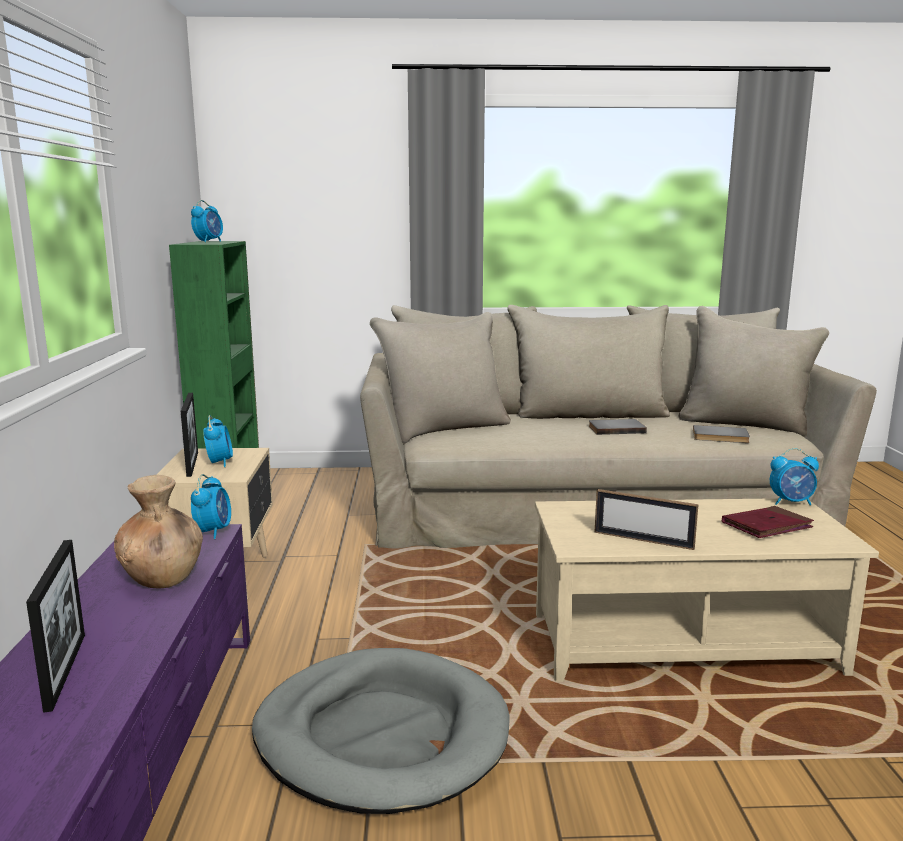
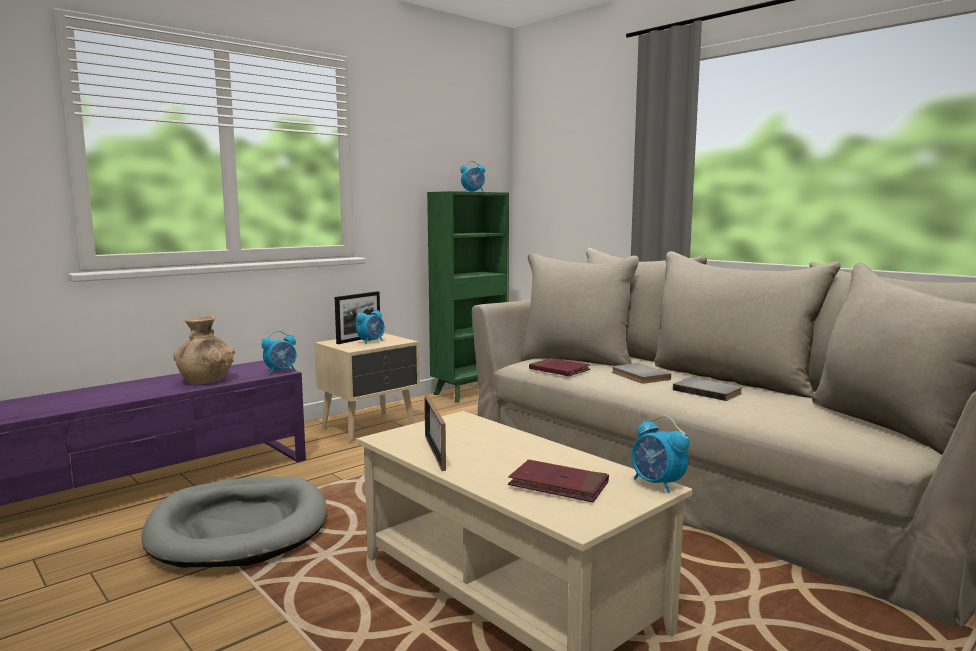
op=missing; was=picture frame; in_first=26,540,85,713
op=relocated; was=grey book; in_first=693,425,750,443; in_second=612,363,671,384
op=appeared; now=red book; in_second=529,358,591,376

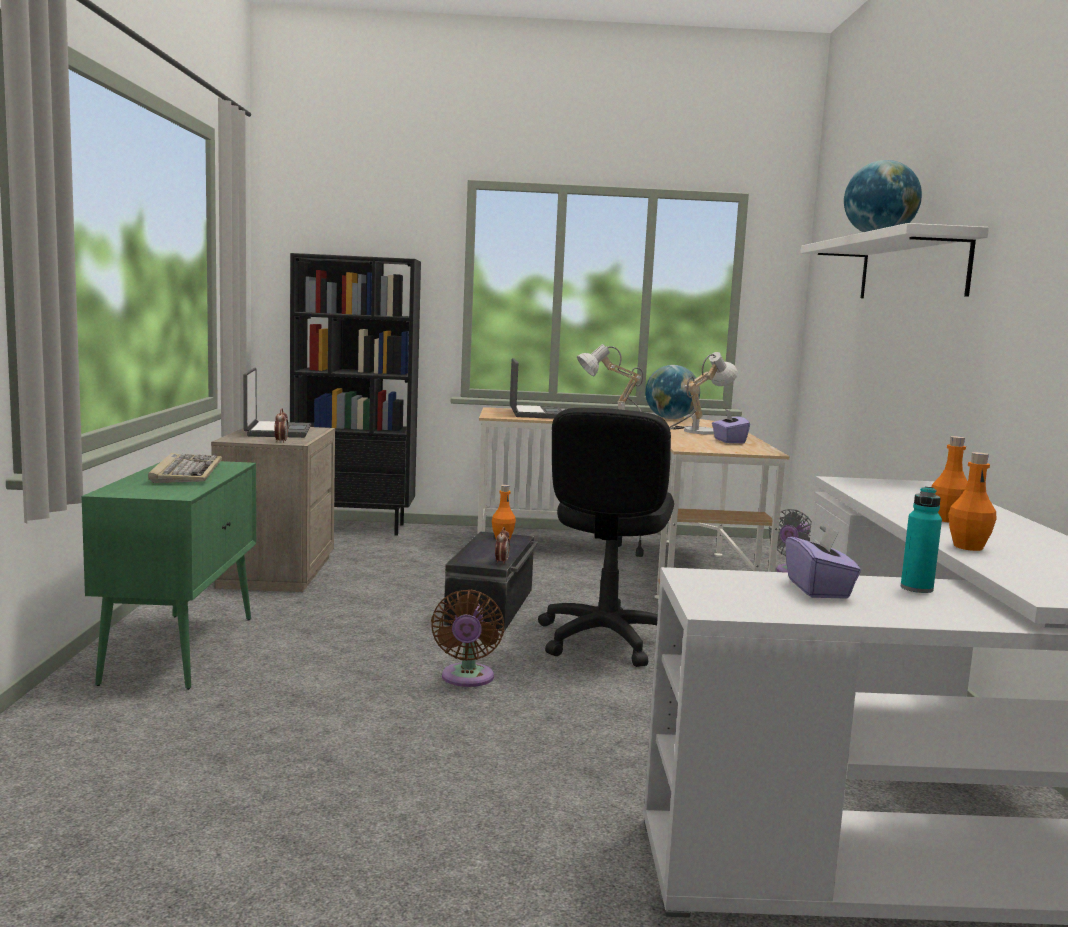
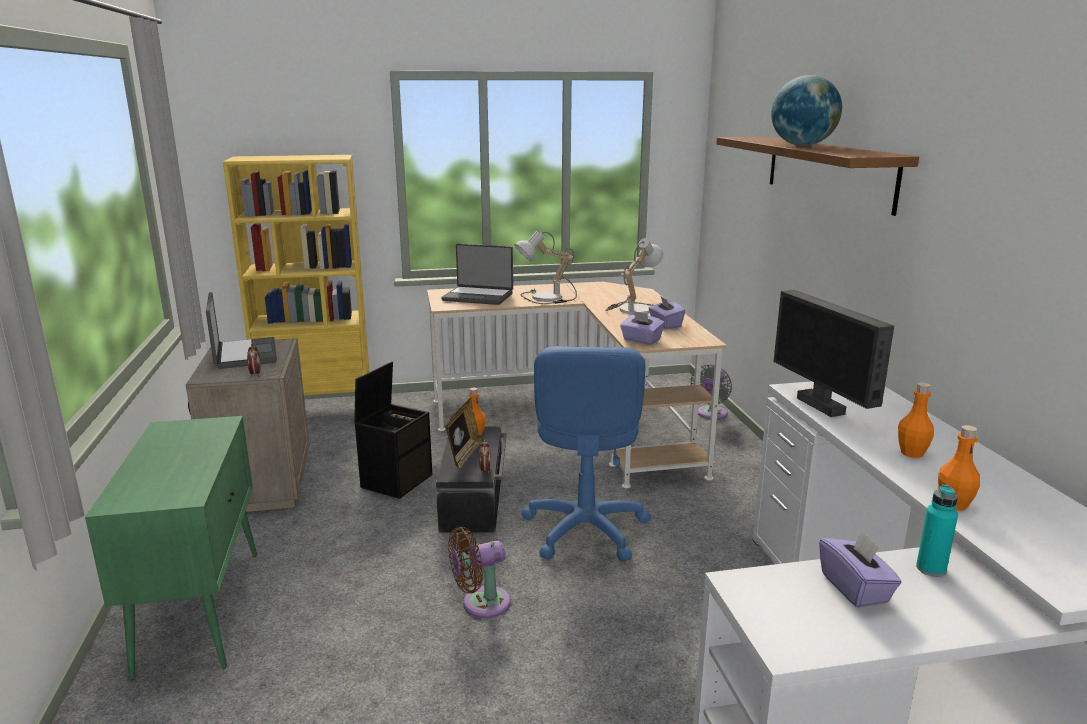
op=missing; was=keyboard; in_first=148,453,222,483
op=colour; was=black bookcase; now=yellow bookcase; in_first=290,253,421,536; in_second=223,155,369,395
op=spun; was=brown fan; in_first=431,590,504,687; in_second=448,527,511,618; clockwise=75
op=spun; was=laptop; in_first=510,358,562,419; in_second=441,244,513,305; clockwise=120
op=colour; was=black office chair; now=blue office chair; in_first=538,408,674,667; in_second=521,346,651,562
op=missing; was=globe; in_first=645,365,700,419
op=colour; was=white shelf; now=brown shelf; in_first=801,223,989,298; in_second=717,137,919,216
op=appeared; now=black storage box; in_second=354,361,432,499
op=appeared; now=picture frame; in_second=445,398,483,469
op=appeared; now=purple tissue box; in_second=620,311,665,345
op=appeared; now=monitor; in_second=774,290,894,417

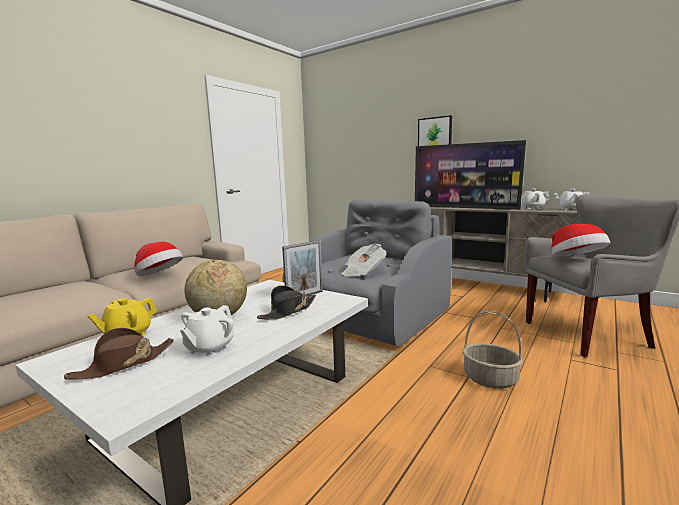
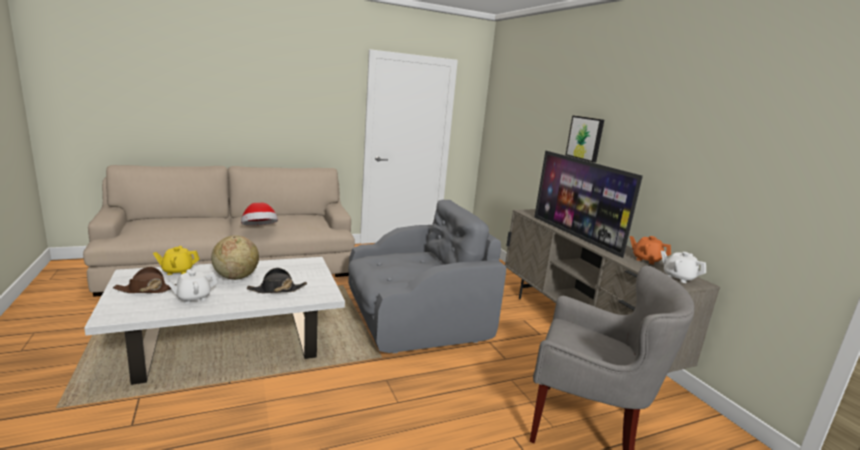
op=missing; was=picture frame; in_first=282,240,323,297
op=missing; was=newspaper; in_first=342,244,387,276
op=missing; was=basket; in_first=462,311,523,389
op=colour; was=white teapot; now=orange teapot; in_first=521,189,550,209; in_second=630,236,671,264
op=missing; was=hat; in_first=551,224,610,257

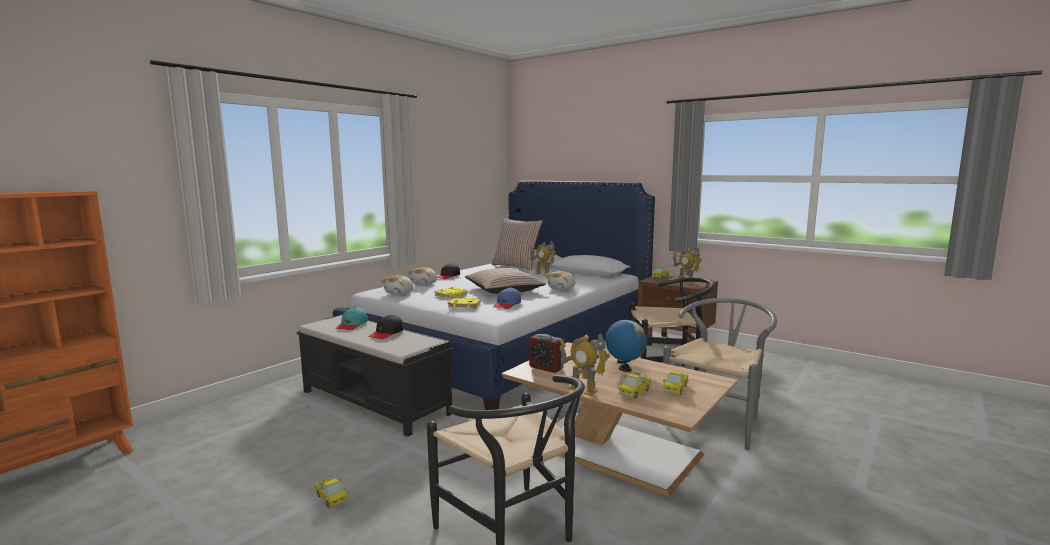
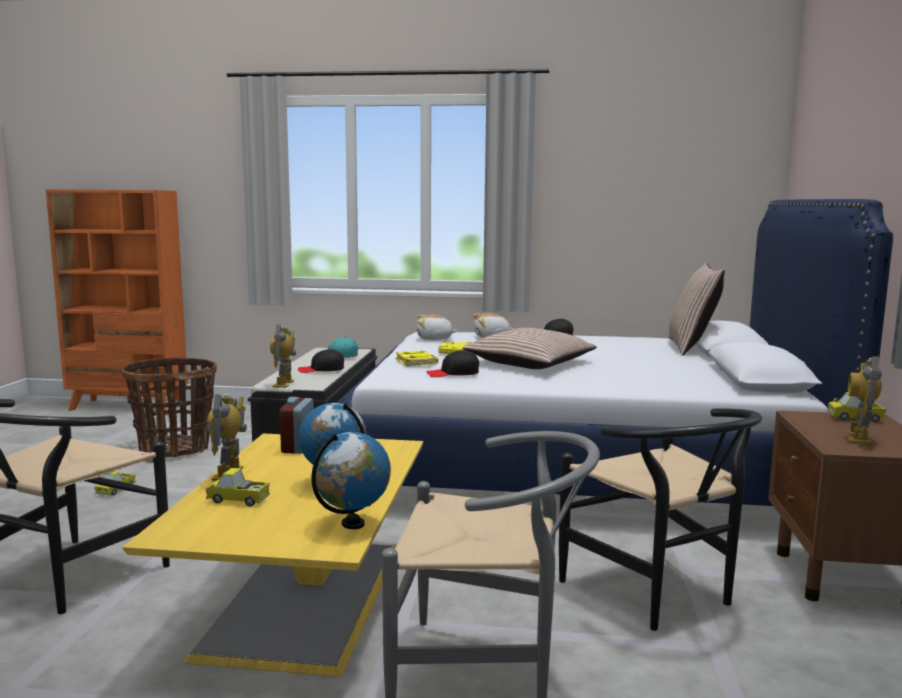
op=colour; was=blue cap; now=black cap; in_first=493,287,521,309; in_second=427,350,479,377
op=colour; was=brown coffee table; now=yellow coffee table; in_first=501,342,738,497; in_second=123,433,423,677
op=relocated; was=toy robot; in_first=530,241,556,275; in_second=270,324,296,388
op=missing; was=plush toy; in_first=545,271,575,290
op=missing; was=toy truck; in_first=663,370,688,395
op=appeared; now=basket; in_second=122,357,217,457
op=appeared; now=globe; in_second=311,432,391,529

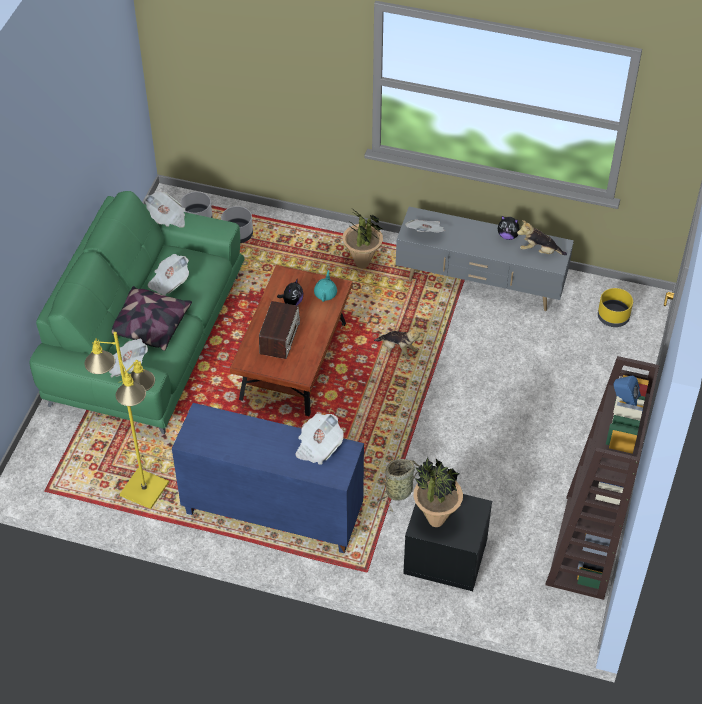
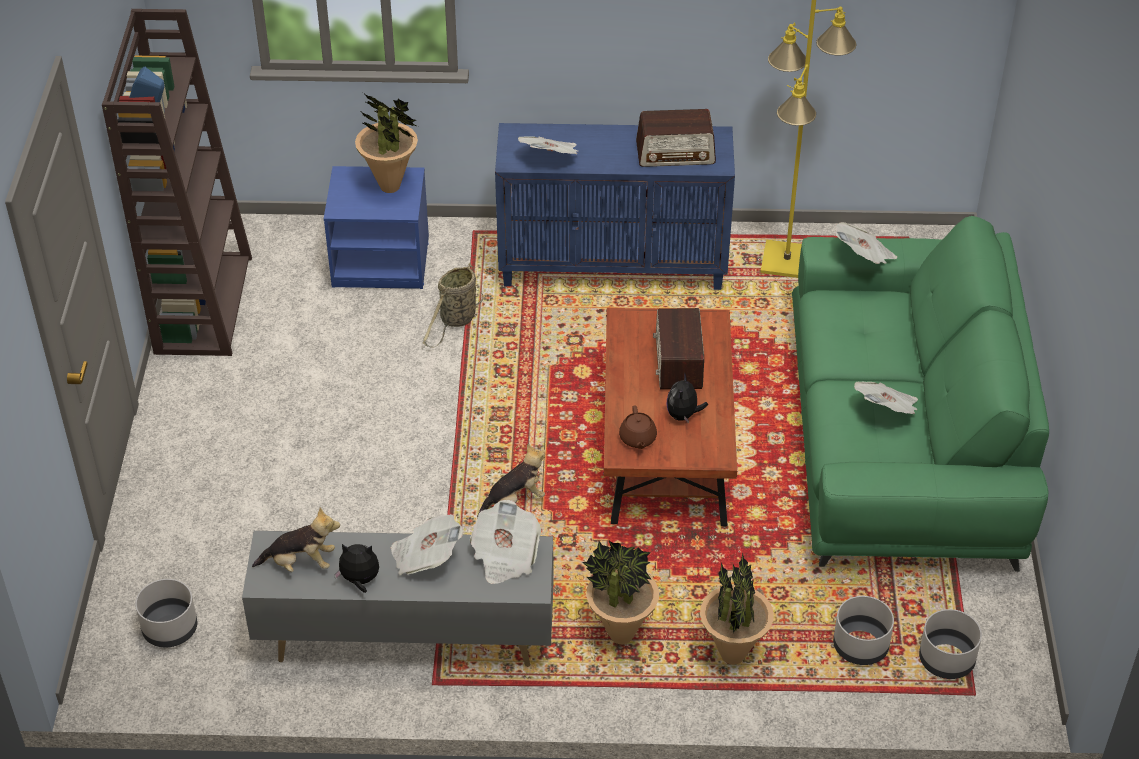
op=missing; was=pillow; in_first=112,286,192,351
op=relocated; was=newspaper; in_first=144,192,186,228; in_second=391,514,463,575
op=colour; was=turquoise teapot; now=brown teapot; in_first=314,270,337,302; in_second=619,405,657,449
op=spun; was=plush toy; in_first=374,326,423,359; in_second=477,444,545,518; clockwise=135
op=colour; was=black nightstand; now=blue nightstand; in_first=403,494,492,591; in_second=324,166,429,289
op=colour; was=yellow planter; now=grey planter; in_first=598,288,633,327; in_second=135,579,197,647
op=appeared; now=radio; in_second=636,109,716,167
op=appeared; now=potted plant; in_second=700,553,774,665

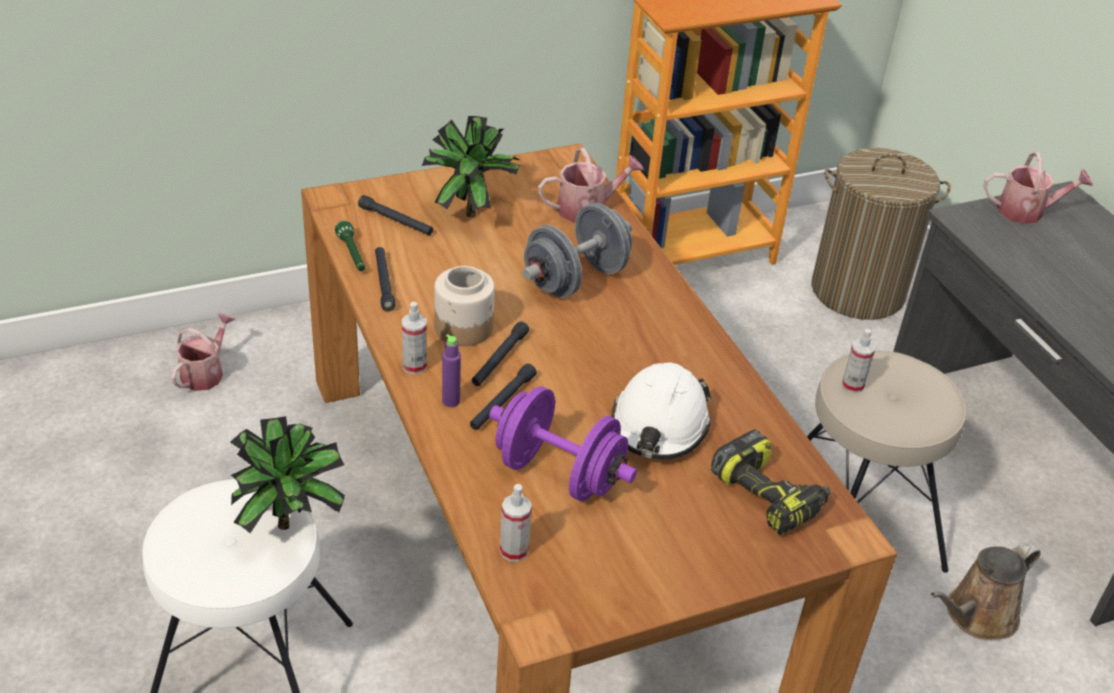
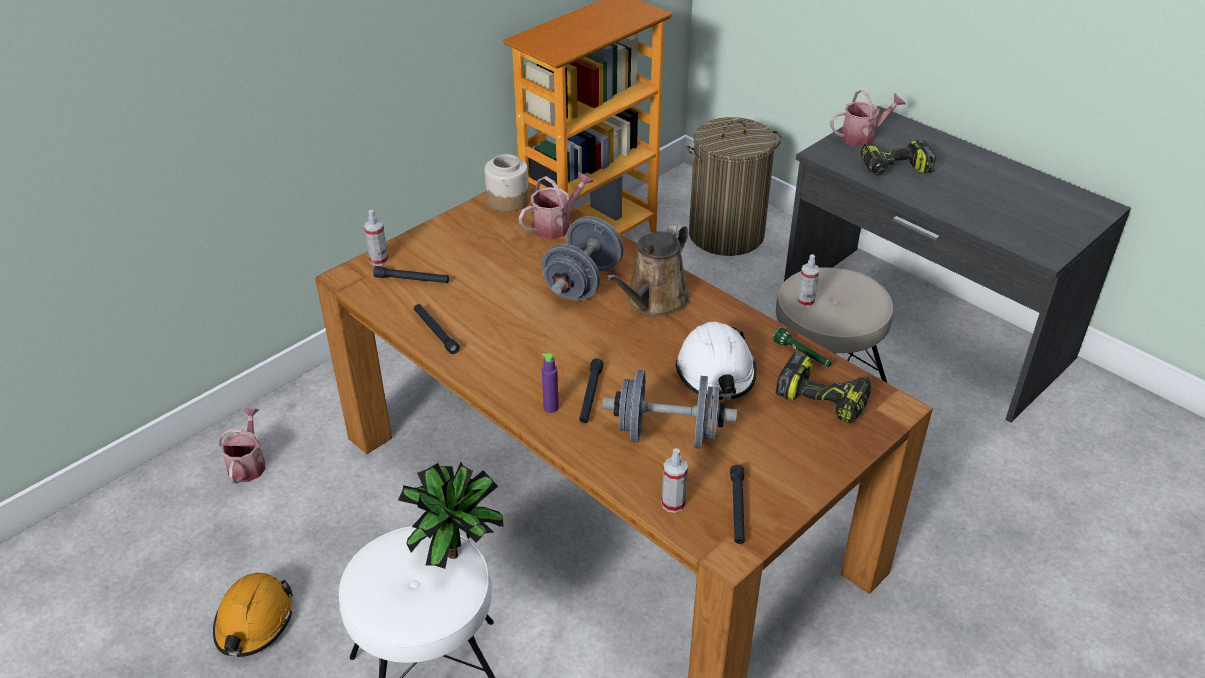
op=relocated; was=green flashlight; in_first=335,220,365,271; in_second=772,327,832,367
op=relocated; was=spray bottle; in_first=402,302,427,375; in_second=364,210,389,266
op=missing; was=potted plant; in_first=422,116,521,217
op=relocated; was=jar; in_first=434,266,495,346; in_second=485,154,529,212
op=relocated; was=black flashlight; in_first=472,321,529,386; in_second=730,465,745,544
op=colour; was=purple dumbbell; now=grey dumbbell; in_first=489,386,637,501; in_second=602,370,737,449
op=relocated; was=brown watering can; in_first=931,542,1041,640; in_second=605,223,690,317
op=appeared; now=orange hard hat; in_second=213,573,293,657
op=appeared; now=power drill; in_second=861,140,936,175

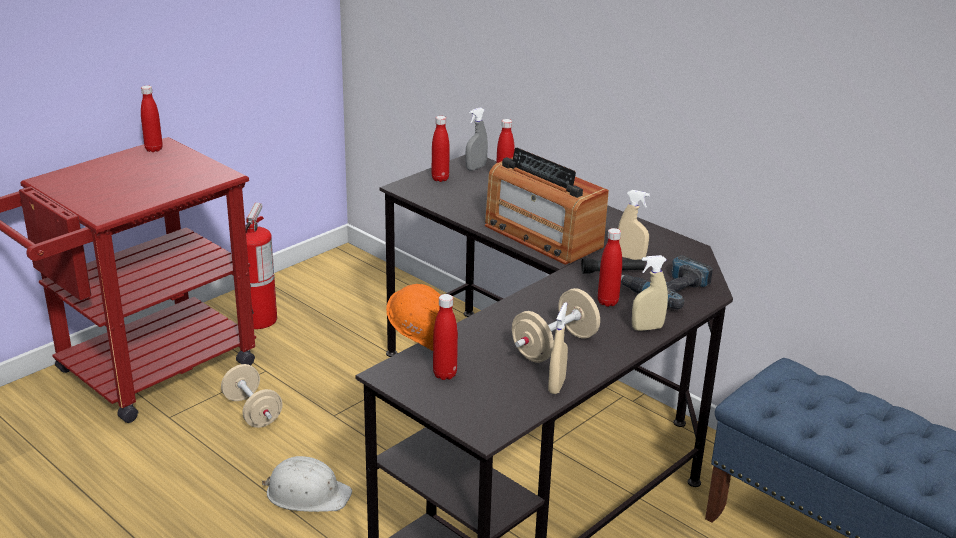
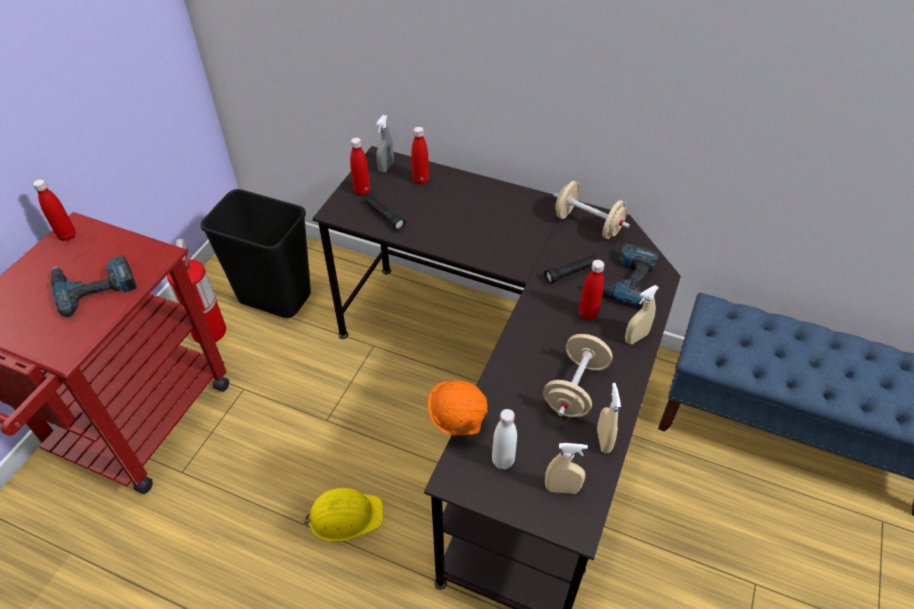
op=relocated; was=beige dumbbell; in_first=221,364,283,428; in_second=553,181,630,239
op=colour; was=white hard hat; now=yellow hard hat; in_first=262,456,352,512; in_second=303,488,384,542
op=colour; was=red bottle; now=white bottle; in_first=433,294,458,380; in_second=492,409,517,470
op=missing; was=radio; in_first=485,148,609,265
op=relocated; was=beige spray bottle; in_first=618,190,650,260; in_second=545,443,588,494
op=appeared; now=power drill; in_second=51,255,137,317
op=appeared; now=black trash can; in_second=200,189,311,318
op=appeared; now=black flashlight; in_second=365,195,405,231

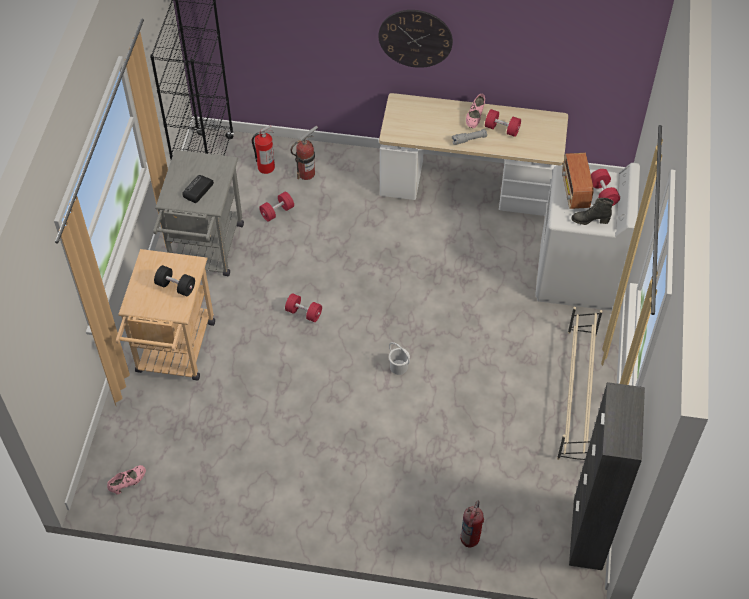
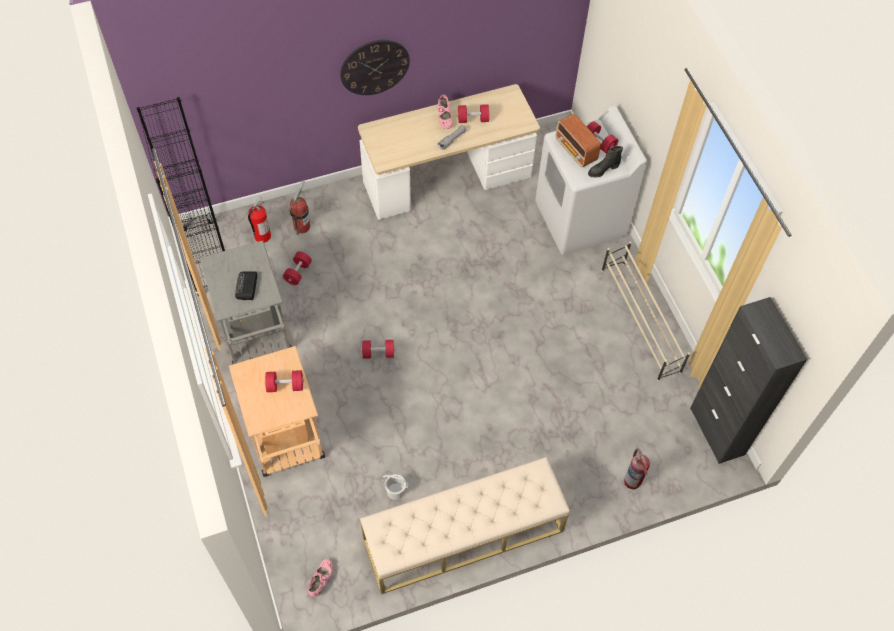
op=colour; was=black dumbbell; now=red dumbbell; in_first=154,265,195,296; in_second=265,370,304,392
op=relocated; was=white bucket; in_first=389,342,410,375; in_second=382,474,409,500
op=appeared; now=beige bench; in_second=360,457,570,594

